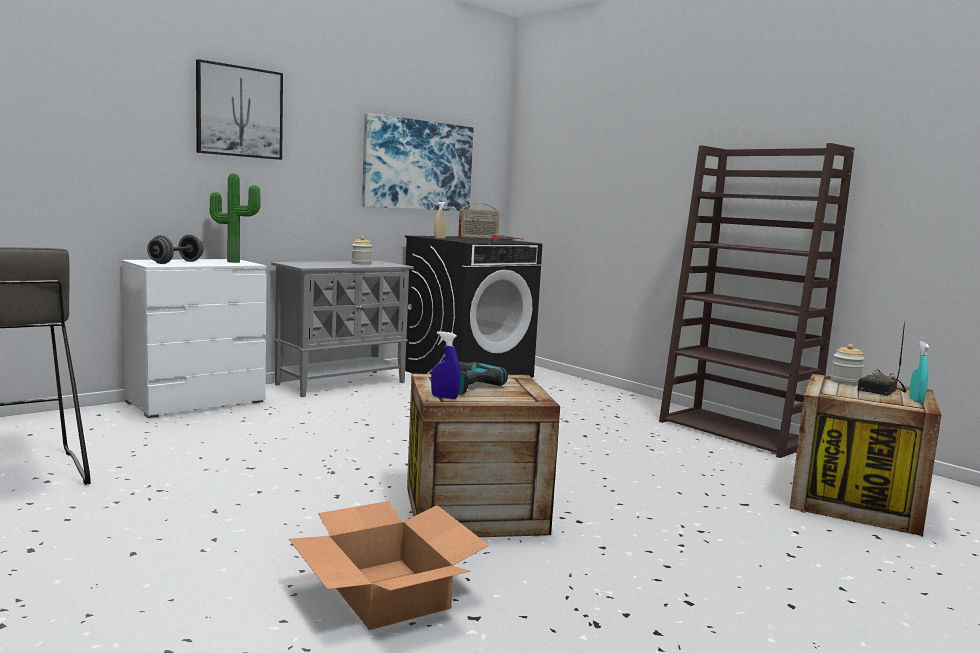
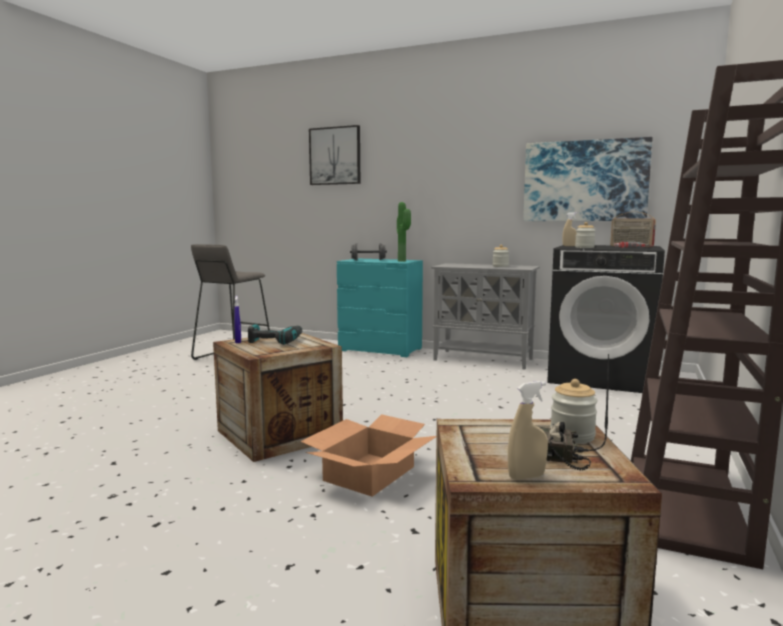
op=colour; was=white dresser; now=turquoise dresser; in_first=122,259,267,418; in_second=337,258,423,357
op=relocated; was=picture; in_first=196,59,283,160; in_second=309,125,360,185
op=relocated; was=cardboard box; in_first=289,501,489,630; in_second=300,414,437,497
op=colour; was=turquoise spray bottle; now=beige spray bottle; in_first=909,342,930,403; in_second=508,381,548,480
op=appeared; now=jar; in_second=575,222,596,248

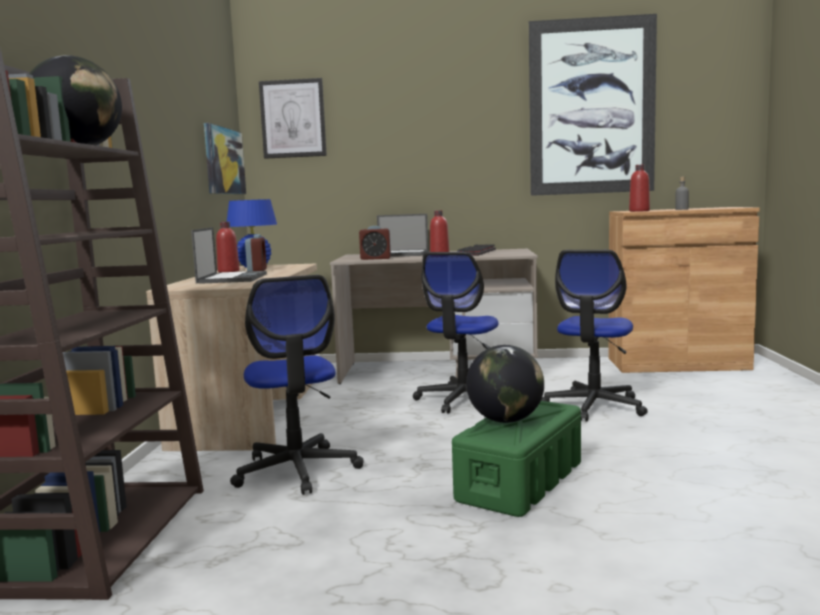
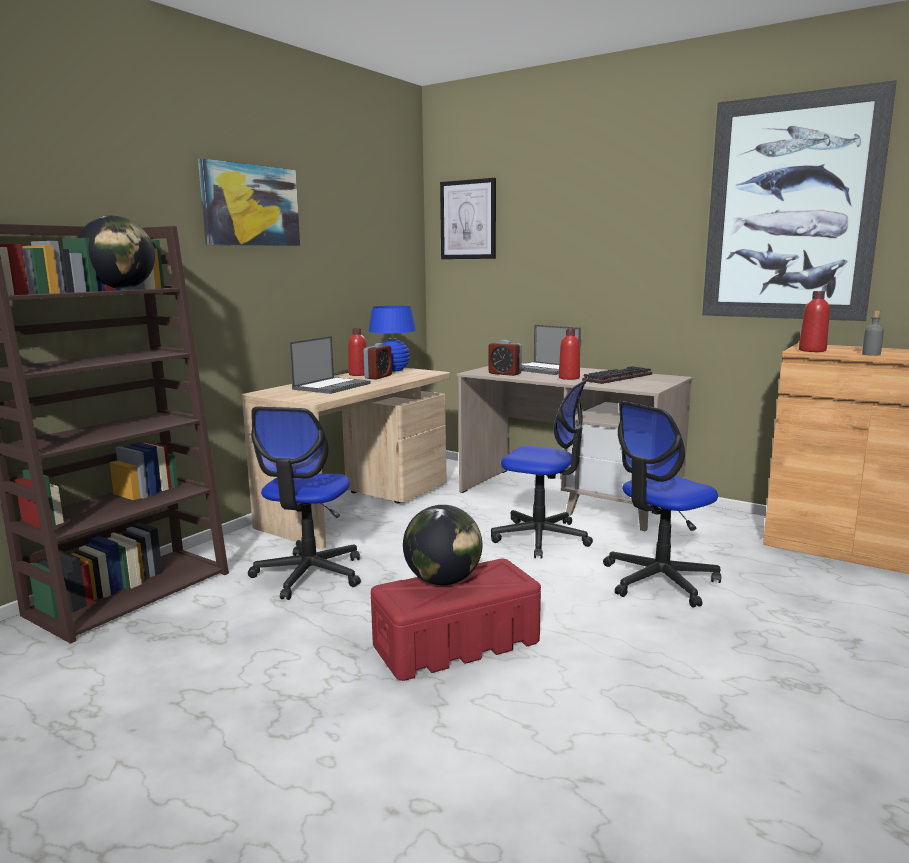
op=relocated; was=picture; in_first=204,123,246,194; in_second=198,158,300,246
op=spun; was=office chair; in_first=413,252,498,414; in_second=491,380,593,558; clockwise=-120
op=colour; was=green storage box; now=red storage box; in_first=452,401,581,517; in_second=371,559,541,681

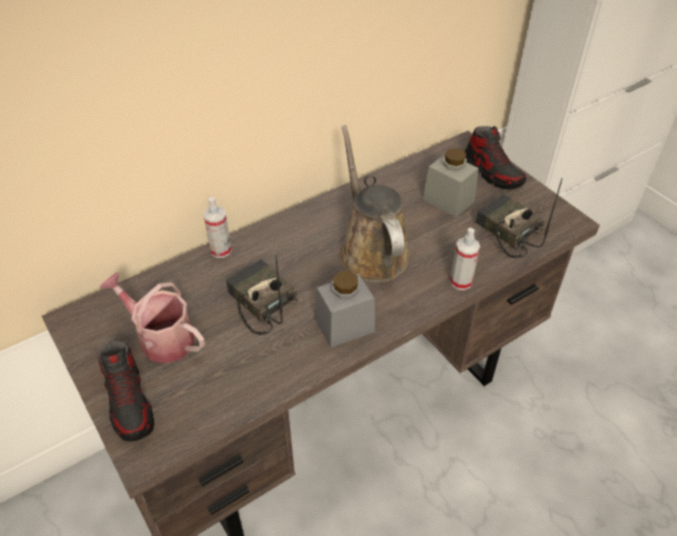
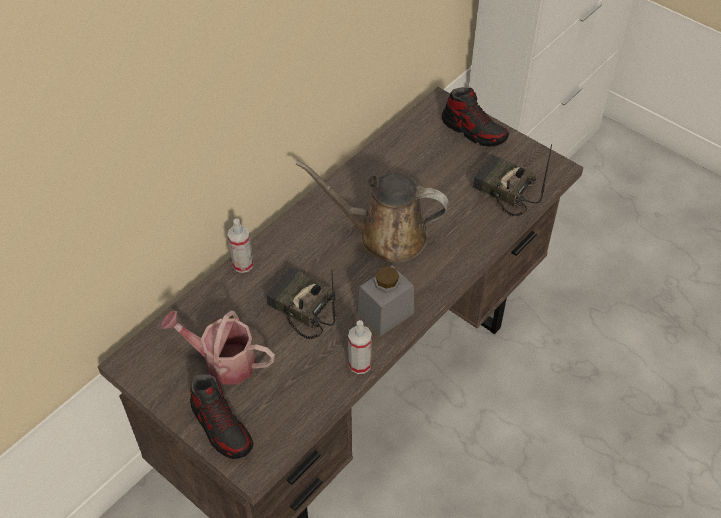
op=spun; was=brown watering can; in_first=340,125,410,283; in_second=296,160,449,263; clockwise=-45
op=missing; was=grey jar; in_first=423,148,479,217
op=relocated; was=spray bottle; in_first=450,228,480,290; in_second=348,320,372,374

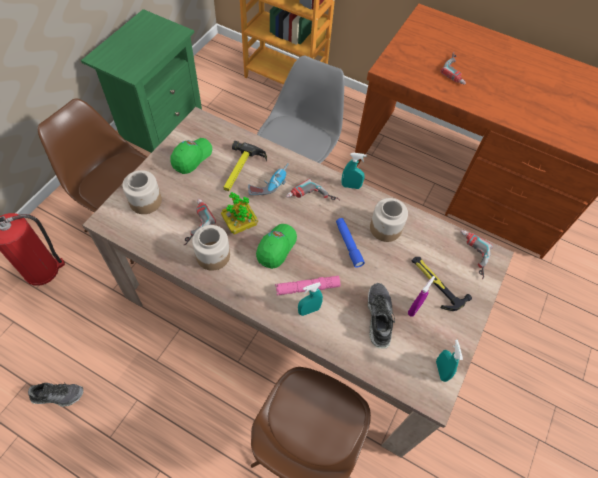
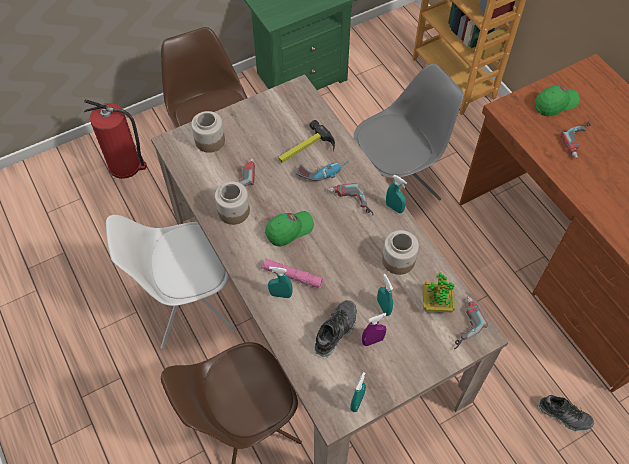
op=relocated; was=shoe; in_first=28,383,84,407; in_second=538,395,594,431
op=relocated; was=green cap; in_first=170,138,212,174; in_second=535,85,580,117
op=relocated; was=potted plant; in_first=221,192,258,234; in_second=423,272,455,312
op=missing; was=blue flashlight; in_first=336,218,365,268
op=missing; was=hammer; in_first=412,257,472,311
op=appeared; now=white chair; in_second=106,215,236,349
op=appeared; now=turquoise spray bottle; in_second=377,274,393,316

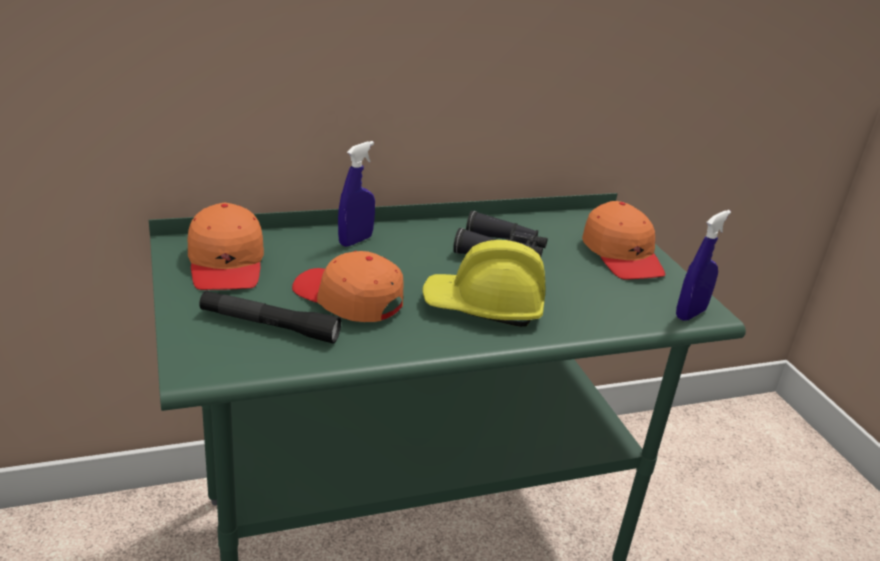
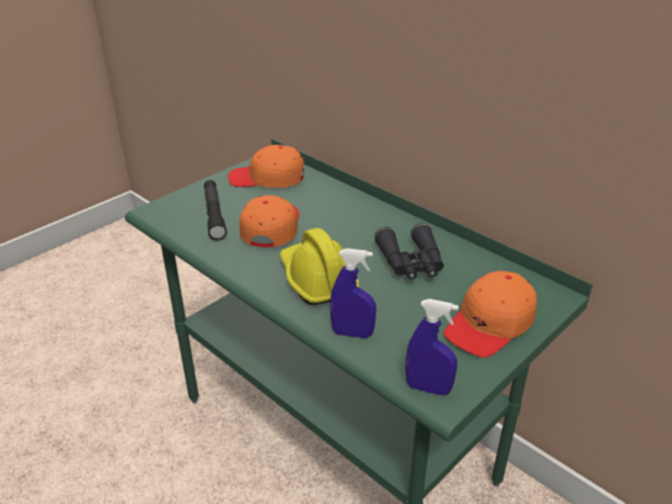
op=spun; was=orange cap; in_first=188,203,264,290; in_second=228,145,304,188; clockwise=45
op=relocated; was=blue spray bottle; in_first=338,141,375,247; in_second=330,248,376,338

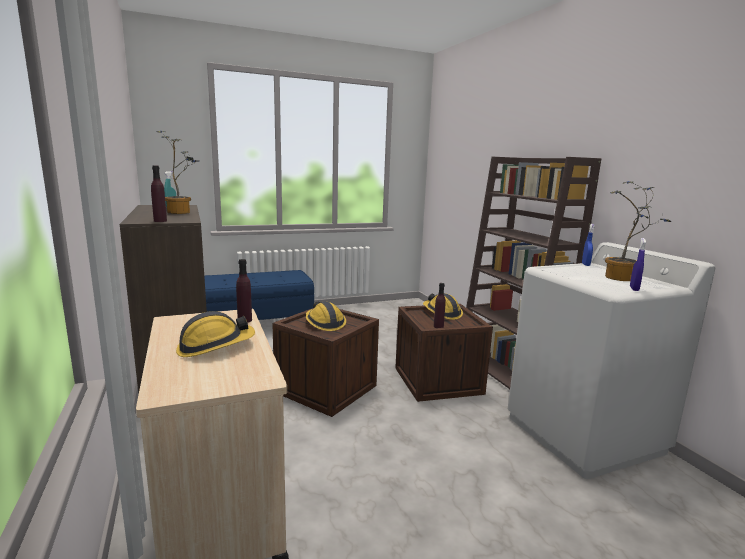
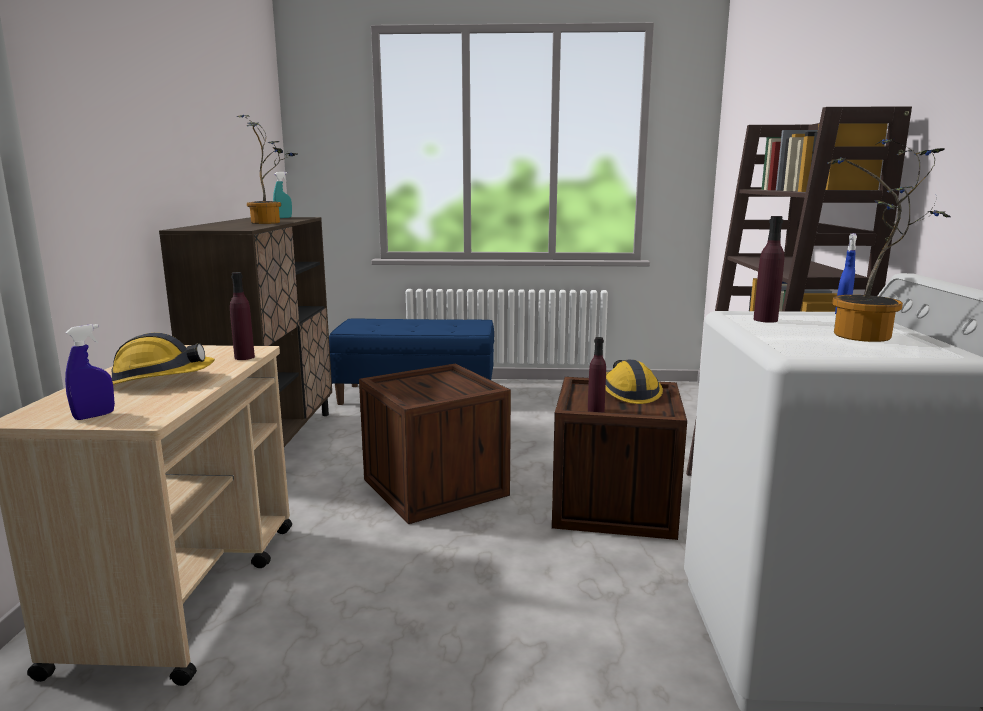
op=relocated; was=purple bottle; in_first=151,166,167,222; in_second=754,216,784,323
op=missing; was=hard hat; in_first=306,302,346,331
op=relocated; was=blue spray bottle; in_first=630,238,646,291; in_second=65,324,115,420

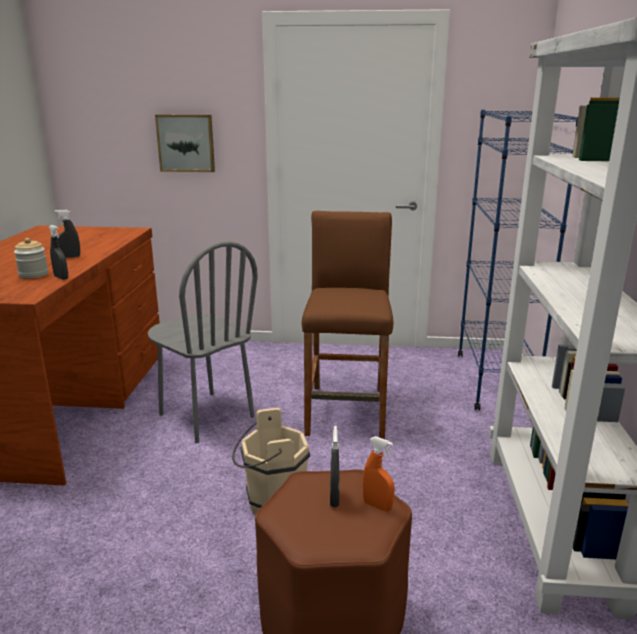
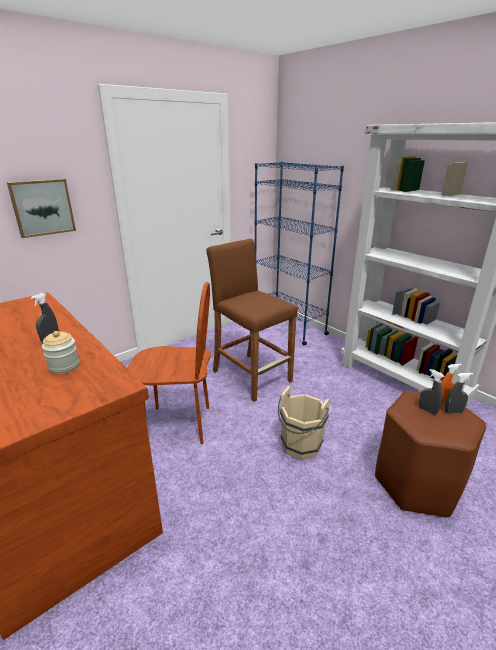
op=relocated; was=grey spray bottle; in_first=49,225,68,280; in_second=445,373,473,414
op=colour; was=grey chair; now=brown chair; in_first=148,241,258,443; in_second=127,282,211,444

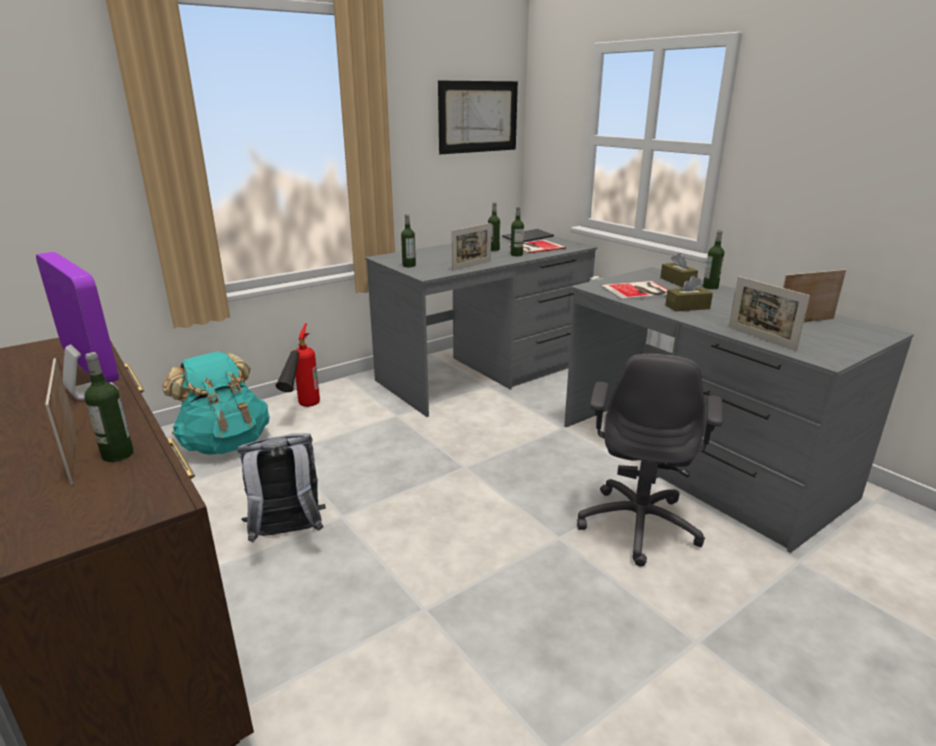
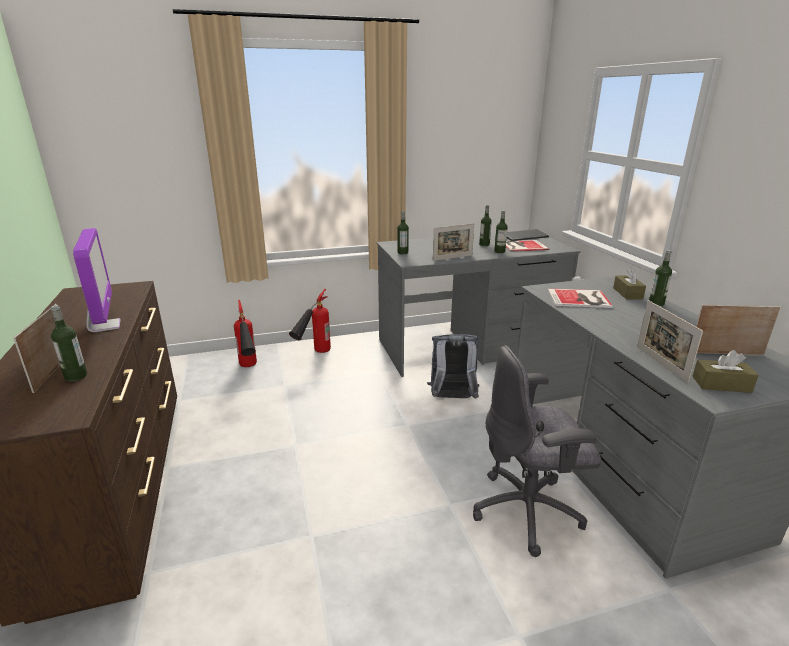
op=exchanged; was=turquoise backpack; now=fire extinguisher; in_first=162,351,270,455; in_second=234,300,257,367
op=relocated; was=grey backpack; in_first=237,433,326,543; in_second=427,334,479,399
op=missing; was=picture; in_first=438,81,518,154
op=spun; was=grey office chair; in_first=577,354,723,567; in_second=473,345,601,557; clockwise=45
op=relocated; was=brown tissue box; in_first=665,276,713,311; in_second=692,350,759,393

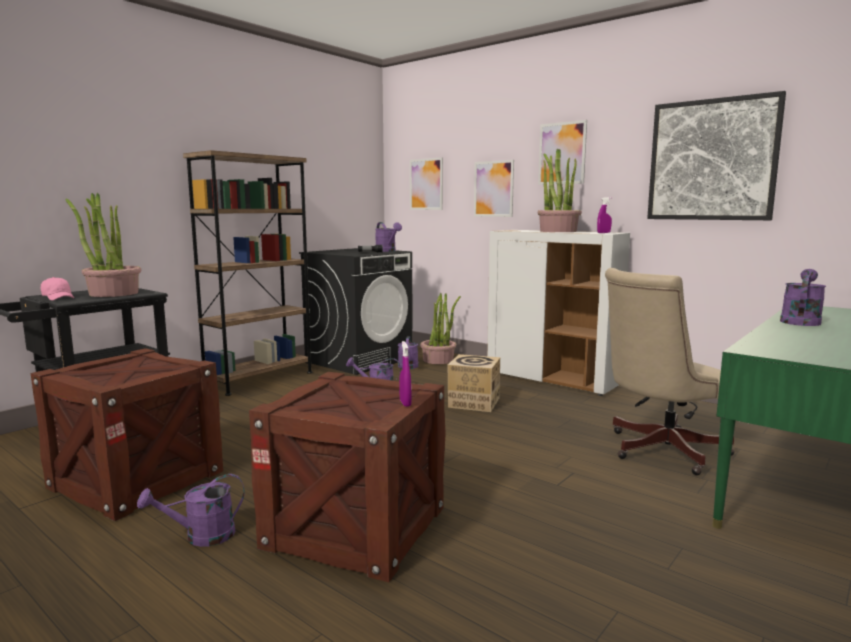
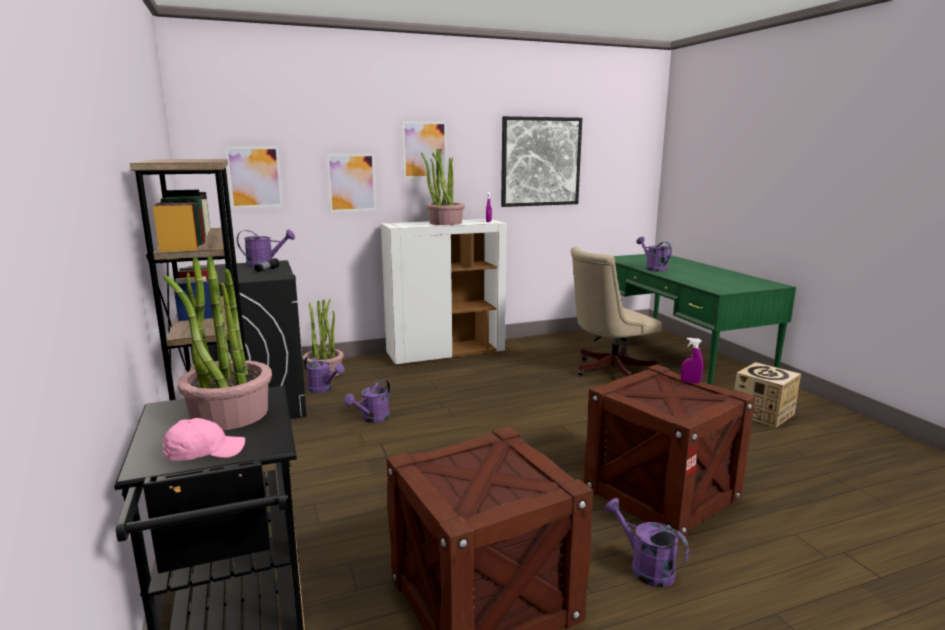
op=spun; was=purple watering can; in_first=137,474,245,547; in_second=605,498,689,587; clockwise=135
op=relocated; was=cardboard box; in_first=448,354,500,412; in_second=734,362,801,428
op=spun; was=beige office chair; in_first=605,268,735,475; in_second=571,247,662,377; clockwise=60

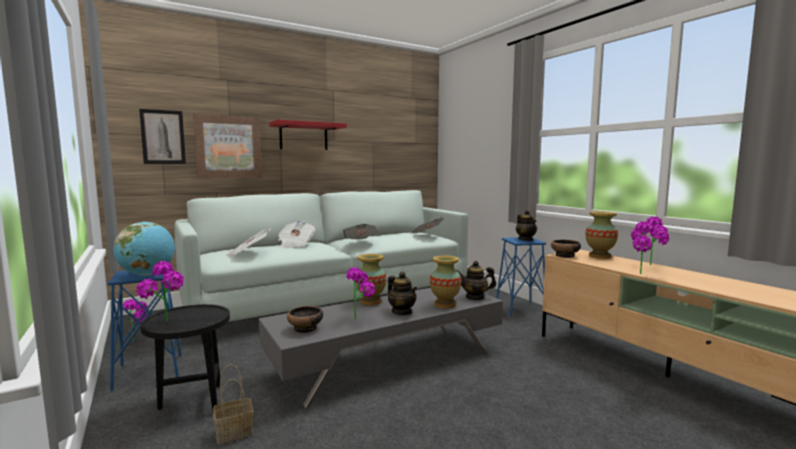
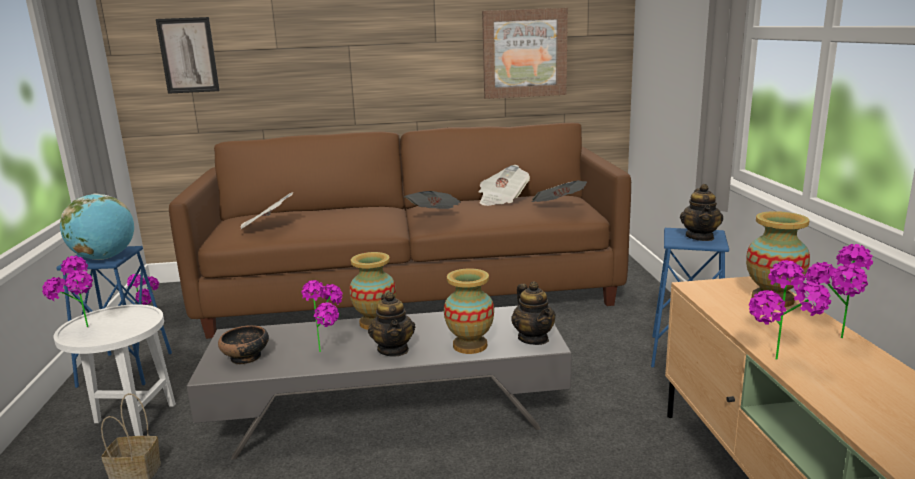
op=colour; was=black side table; now=white side table; in_first=140,304,230,411; in_second=54,304,176,436
op=colour; was=white sofa; now=brown sofa; in_first=174,190,468,343; in_second=169,122,631,339
op=relocated; was=picture; in_first=193,114,262,178; in_second=482,8,568,99
op=missing; was=red shelf; in_first=269,119,347,150
op=relocated; was=newspaper; in_first=278,221,316,249; in_second=479,165,530,206
op=spun; was=teapot; in_first=456,261,496,300; in_second=511,281,556,345; clockwise=-135
op=missing; was=bowl; in_first=551,240,581,258

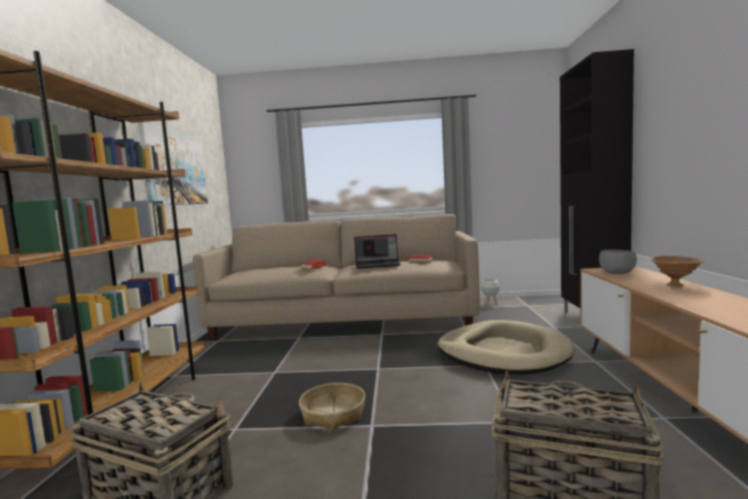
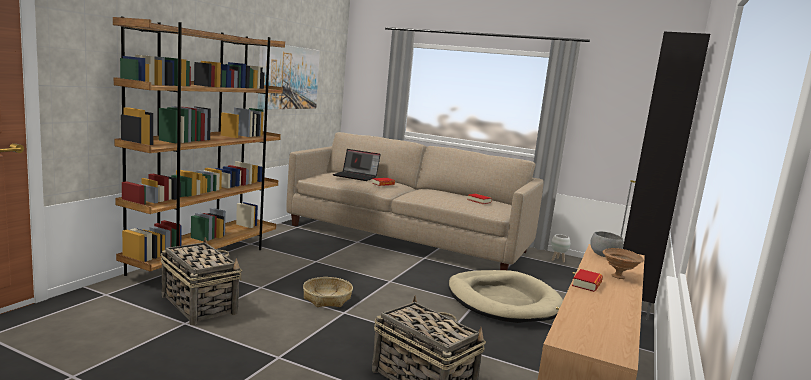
op=relocated; was=laptop; in_first=354,234,401,269; in_second=333,149,381,181
op=appeared; now=book; in_second=572,269,603,292

